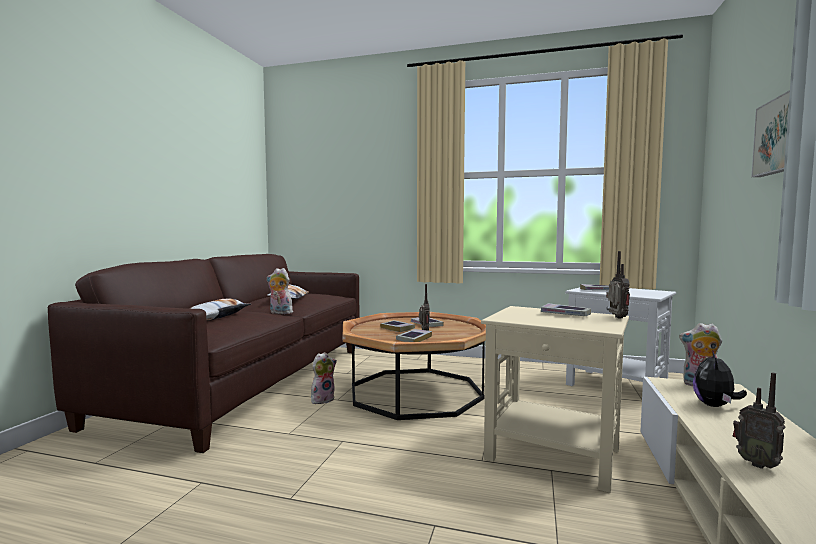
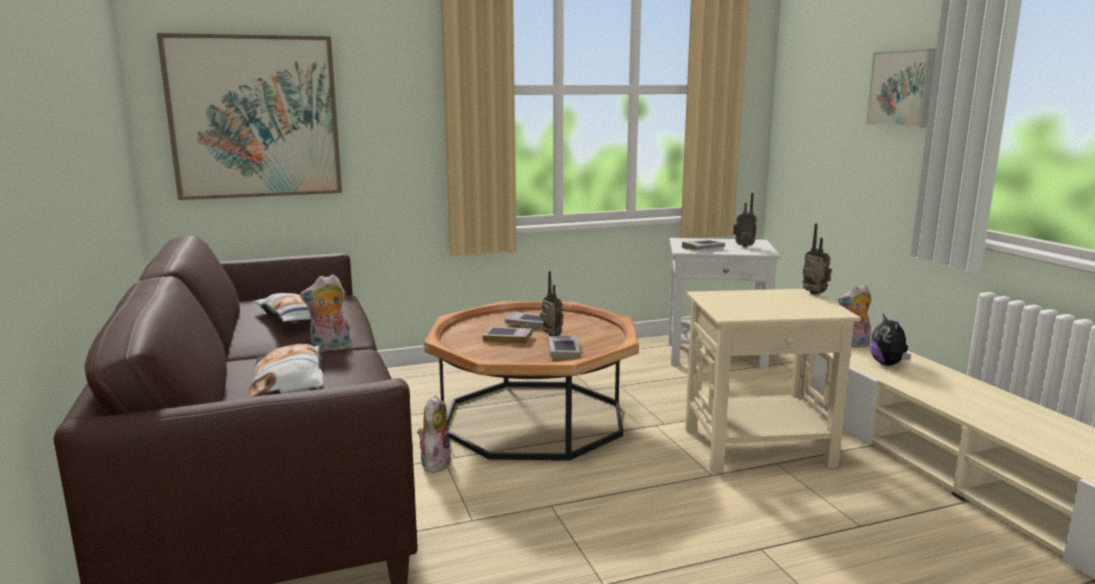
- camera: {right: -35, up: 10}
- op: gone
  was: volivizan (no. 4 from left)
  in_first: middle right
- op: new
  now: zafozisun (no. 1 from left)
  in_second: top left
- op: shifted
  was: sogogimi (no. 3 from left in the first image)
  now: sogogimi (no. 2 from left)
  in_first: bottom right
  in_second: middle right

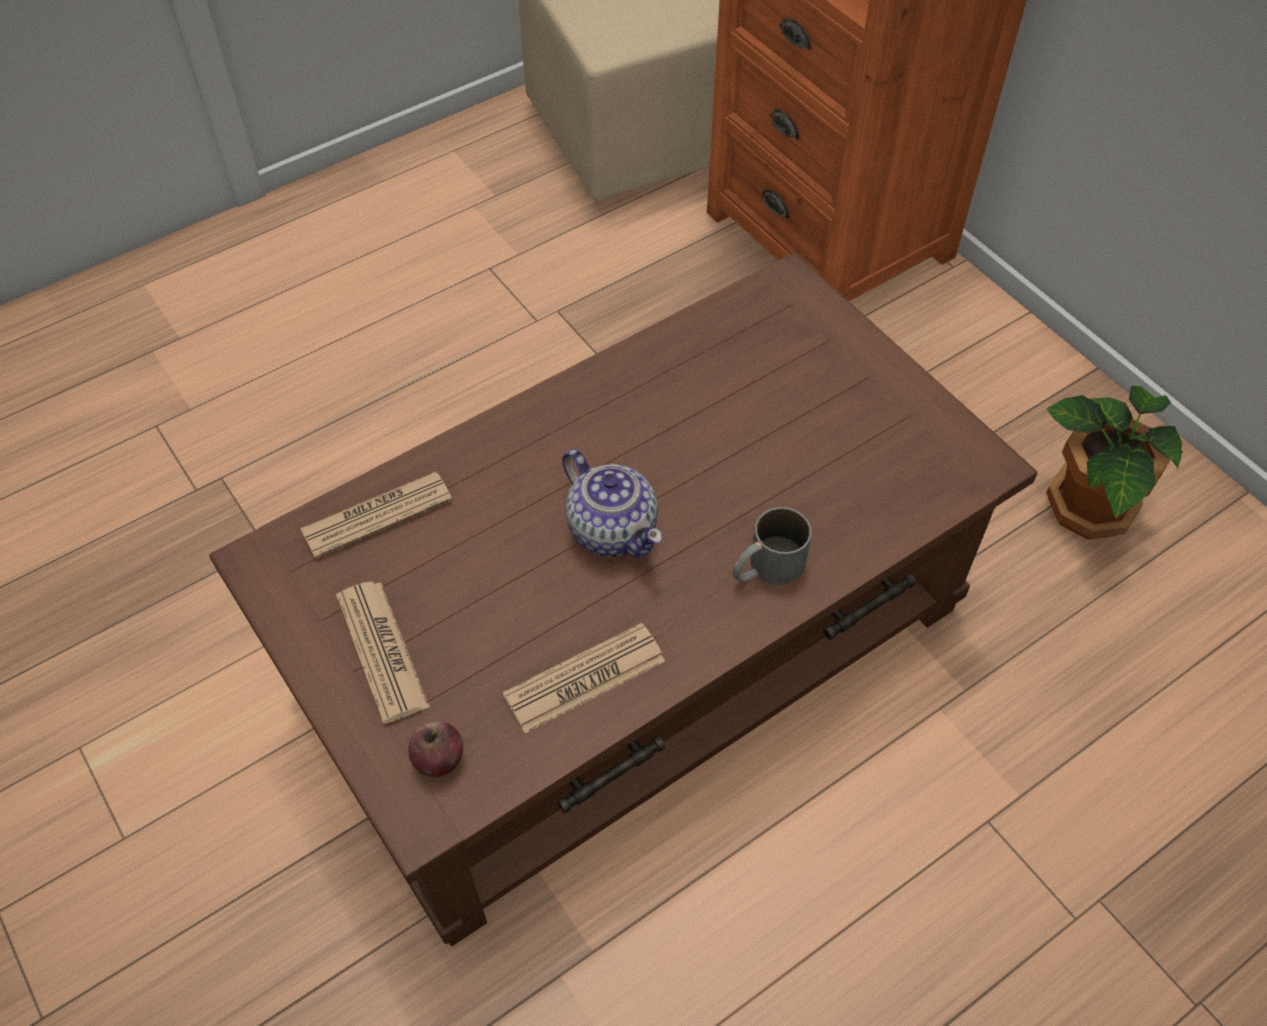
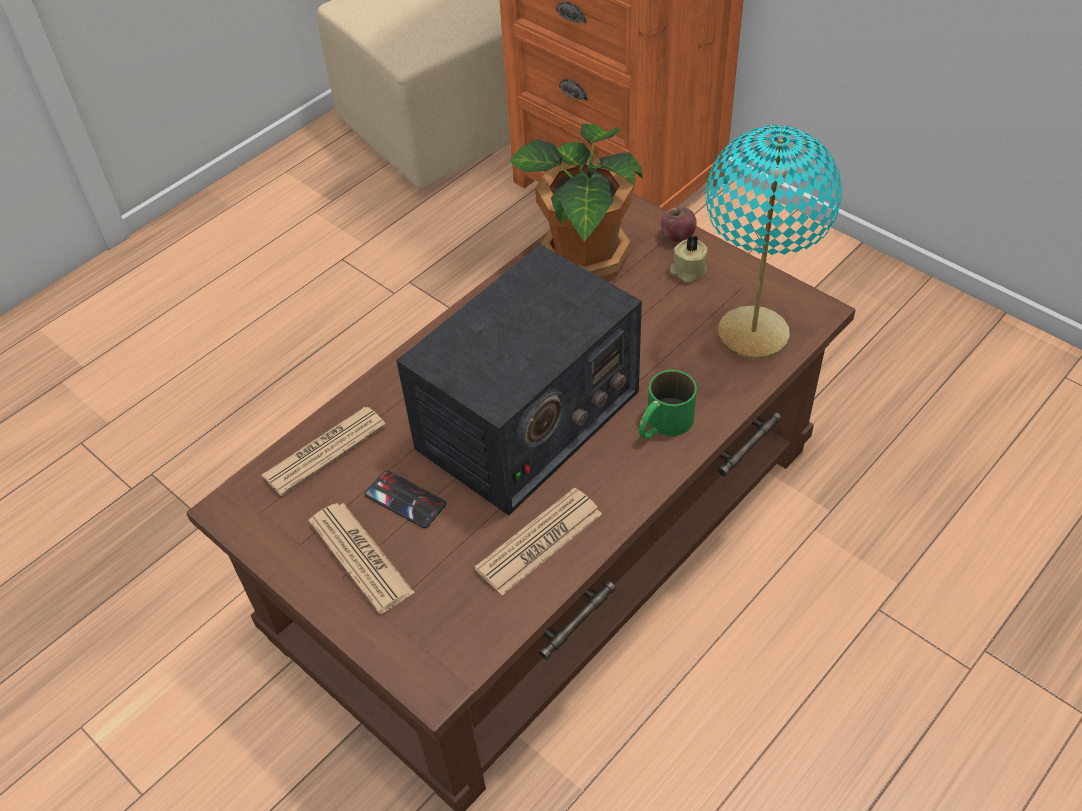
- camera: {right: -10, up: -5}
- op: new
  now: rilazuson
  in_second: centre
- op: new
  now: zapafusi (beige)
  in_second: top centre
- op: new
  now: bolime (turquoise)
  in_second: top right
- op: shifted
  was: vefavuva
  in_first: bottom centre
  in_second: top centre
- op: shifted
  was: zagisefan
  in_first: middle right
  in_second: top centre
- op: swapped
  was: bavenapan
  now: sogogimi
  in_first: centre
  in_second: centre
- op: repainted
  was: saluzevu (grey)
  now: saluzevu (green)
  in_first: centre
  in_second: centre

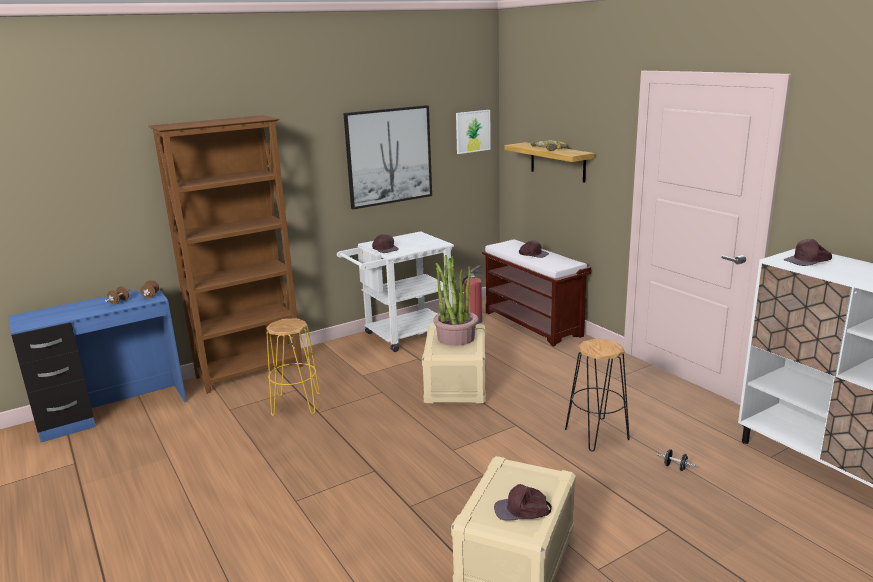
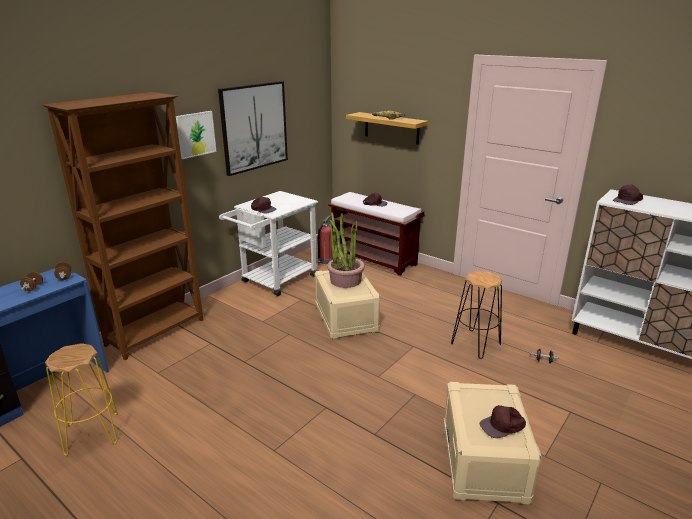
- camera: {right: -20, up: 5}
- op: shifted
  was: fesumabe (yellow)
  in_first: centre
  in_second: bottom left
- op: shifted
  was: zafozisun (no. 2 from left in the first image)
  now: zafozisun (no. 1 from left)
  in_first: top centre
  in_second: top left

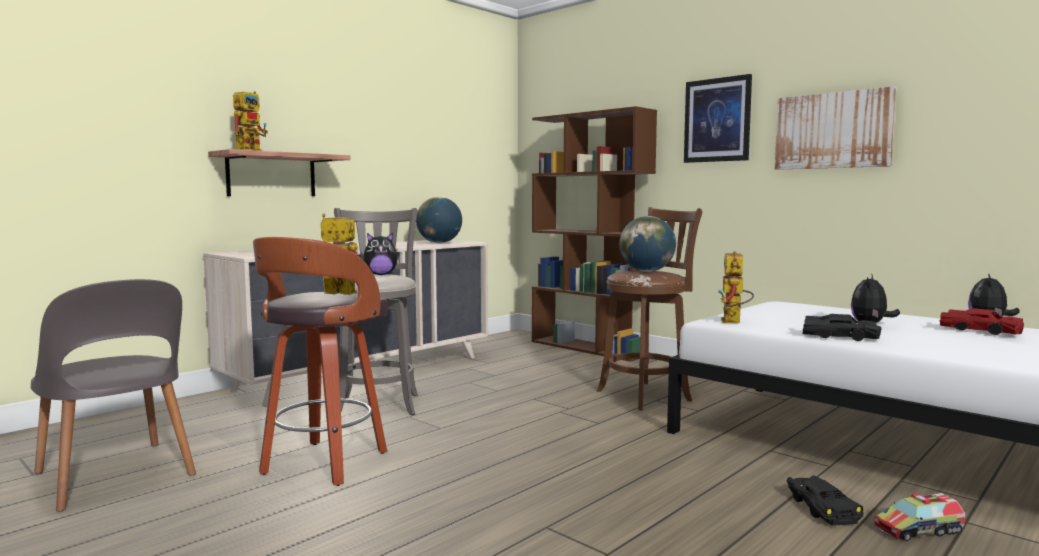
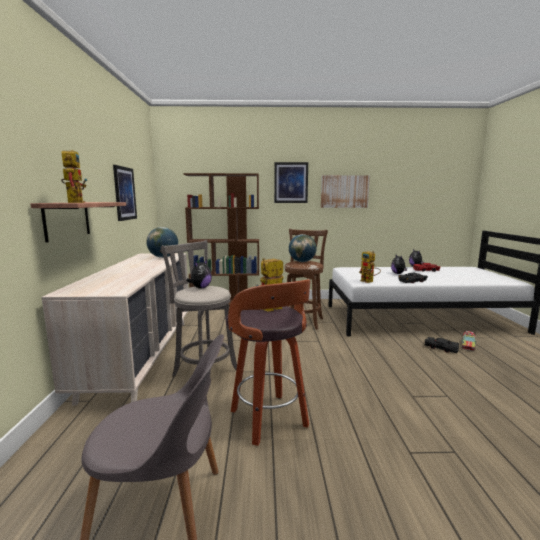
- camera: {right: -45, up: 5}
- op: new
  now: zafozisun (no. 1 from left)
  in_second: middle left

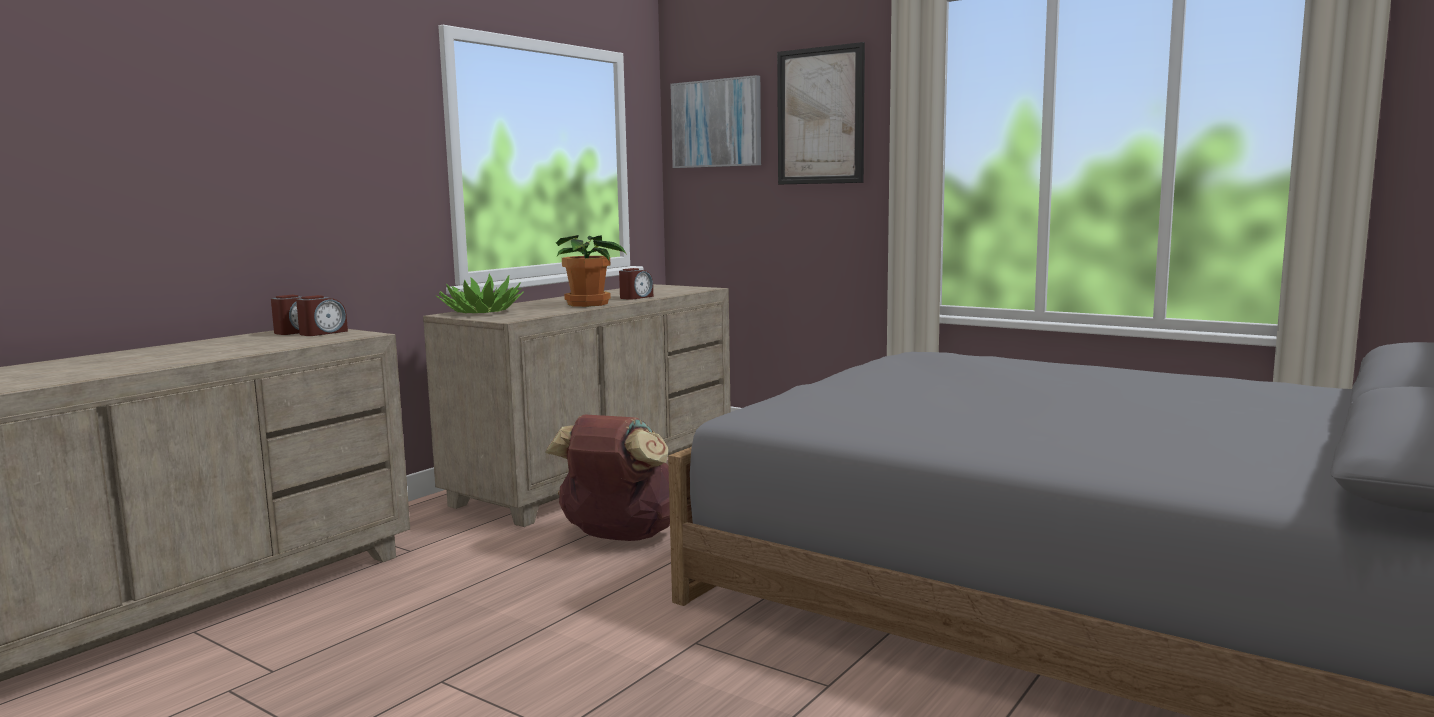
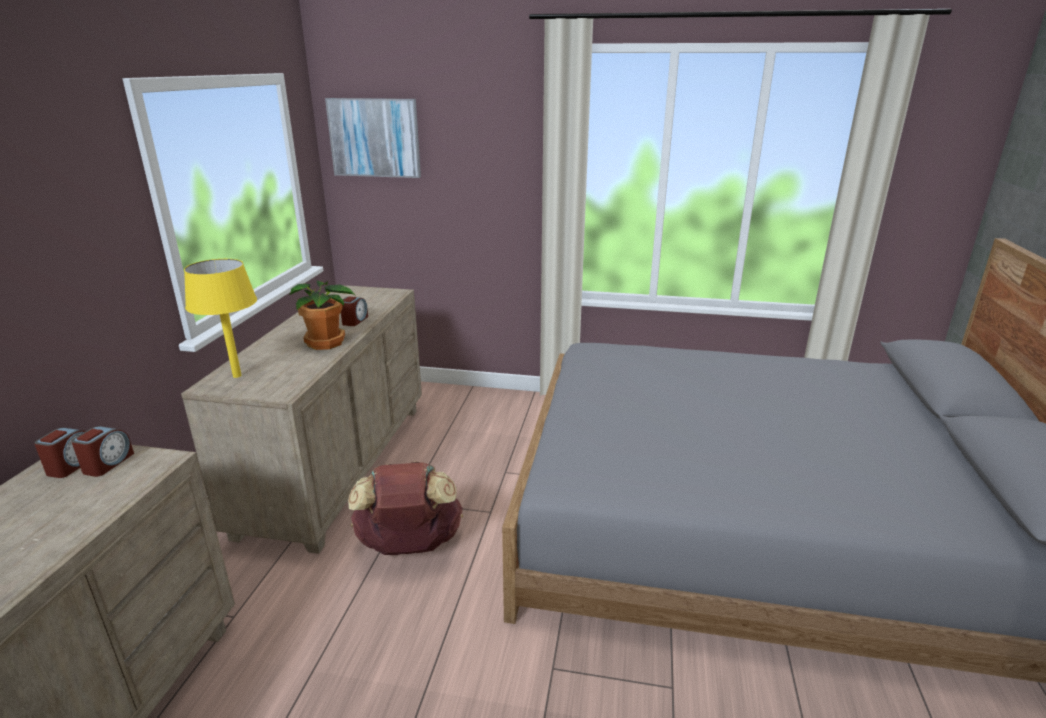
- camera: {right: -25, up: 15}
- op: gone
  was: zafozisun (no. 2 from left)
  in_first: top centre
- op: swapped
  was: zagisefan (no. 1 from left)
  now: bolime (yellow)
  in_first: centre
  in_second: middle left

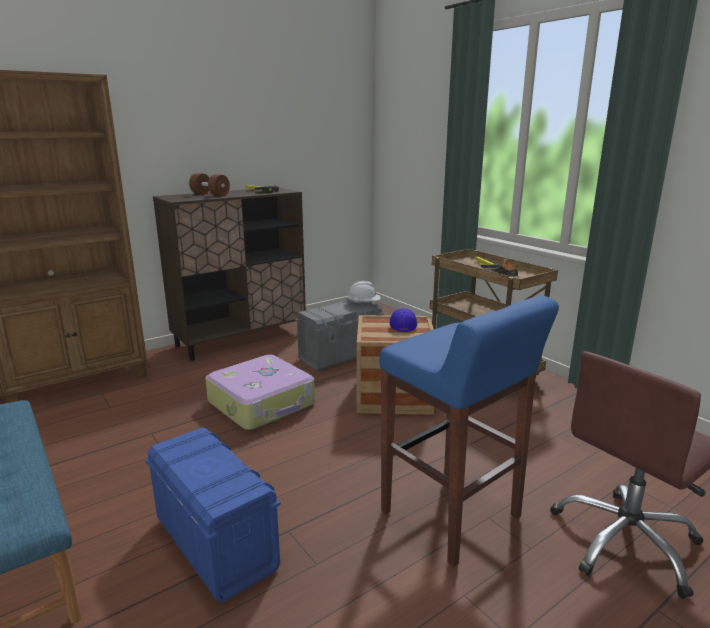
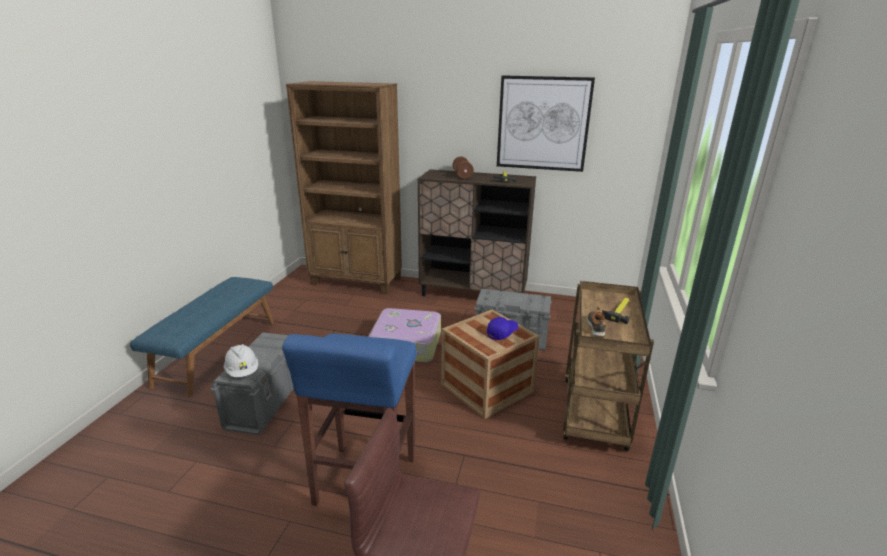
- camera: {right: 50, up: 5}
- op: new
  now: zafozisun
  in_second: top centre
- op: shifted
  was: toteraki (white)
  in_first: centre
  in_second: middle left
- op: repainted
  was: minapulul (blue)
  now: minapulul (grey) (no. 1 from left)
  in_first: bottom left
  in_second: bottom left

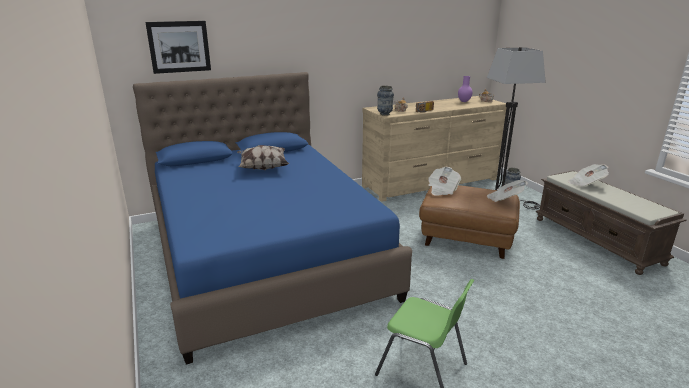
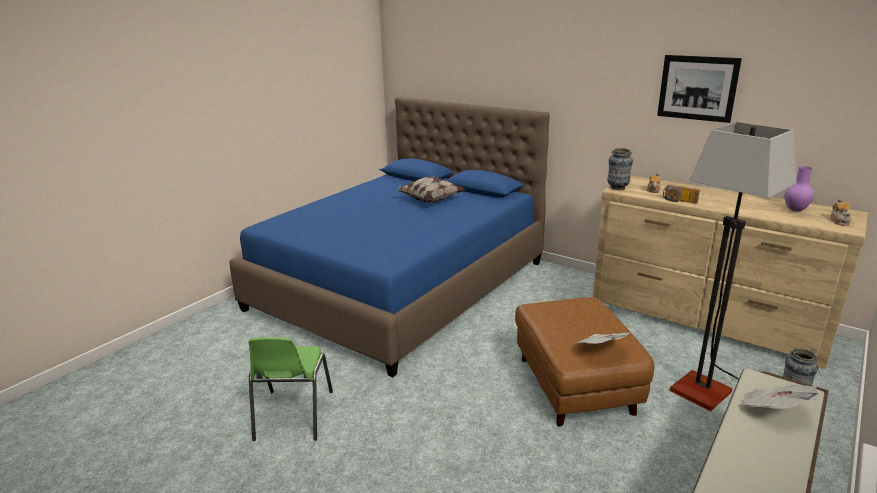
- camera: {right: 60, up: 0}
- op: gone
  was: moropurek (no. 1 from left)
  in_first: centre
- op: shifted
  was: zafozisun
  in_first: top left
  in_second: top right

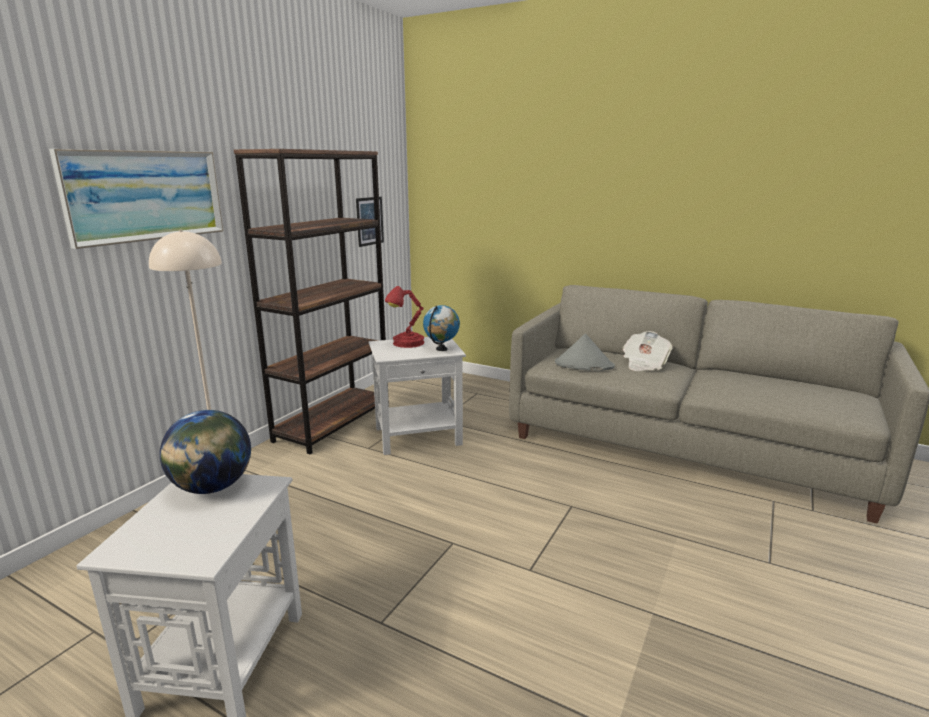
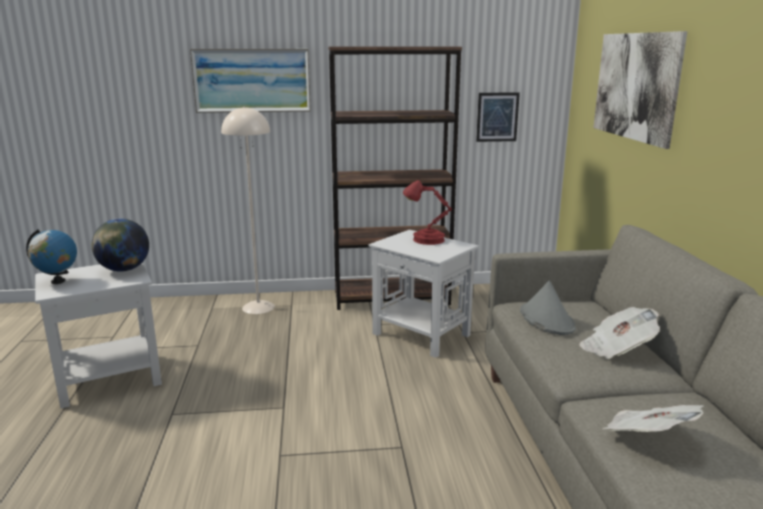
- camera: {right: 55, up: 0}
- op: new
  now: zafozisun (no. 3 from left)
  in_second: top right
- op: new
  now: moropurek (no. 2 from left)
  in_second: bottom right
- op: shifted
  was: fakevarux (no. 2 from left in the first image)
  now: fakevarux (no. 1 from left)
  in_first: centre
  in_second: middle left

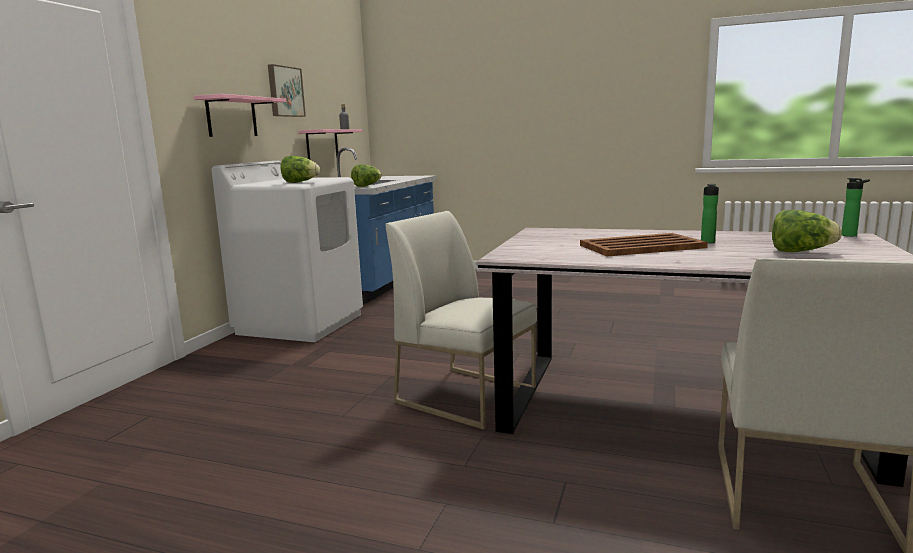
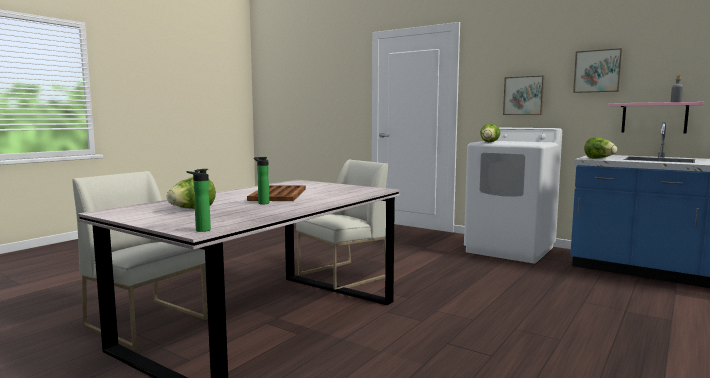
- camera: {right: 105, up: -5}
- op: swapped
  was: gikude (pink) (no. 1 from left)
  now: zafozisun (no. 1 from left)
  in_first: top left
  in_second: top right

